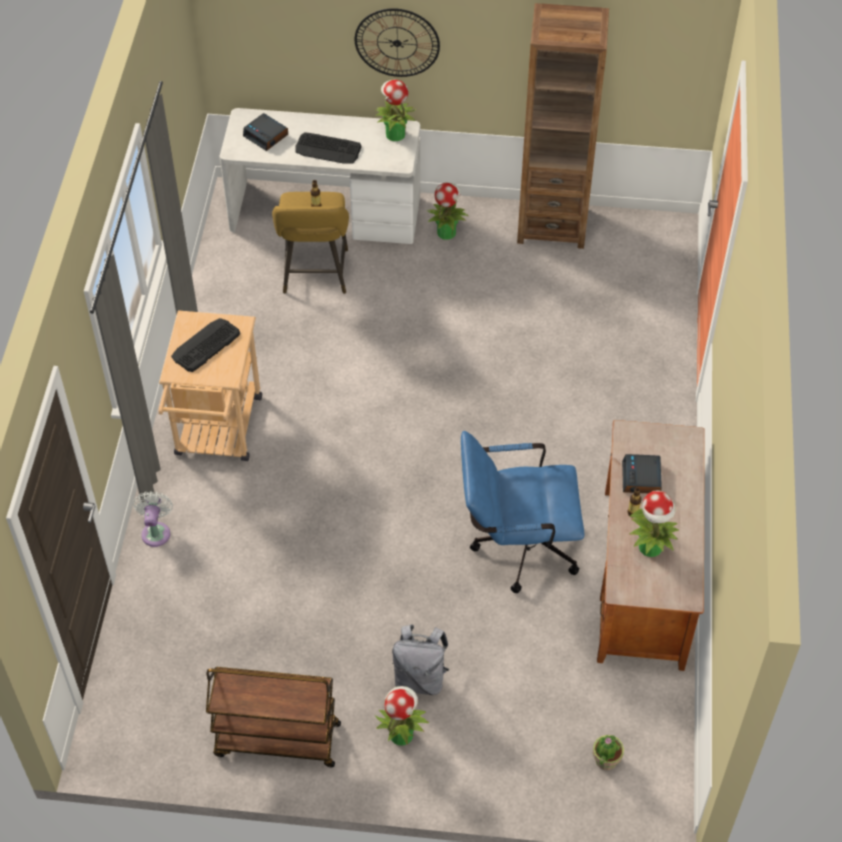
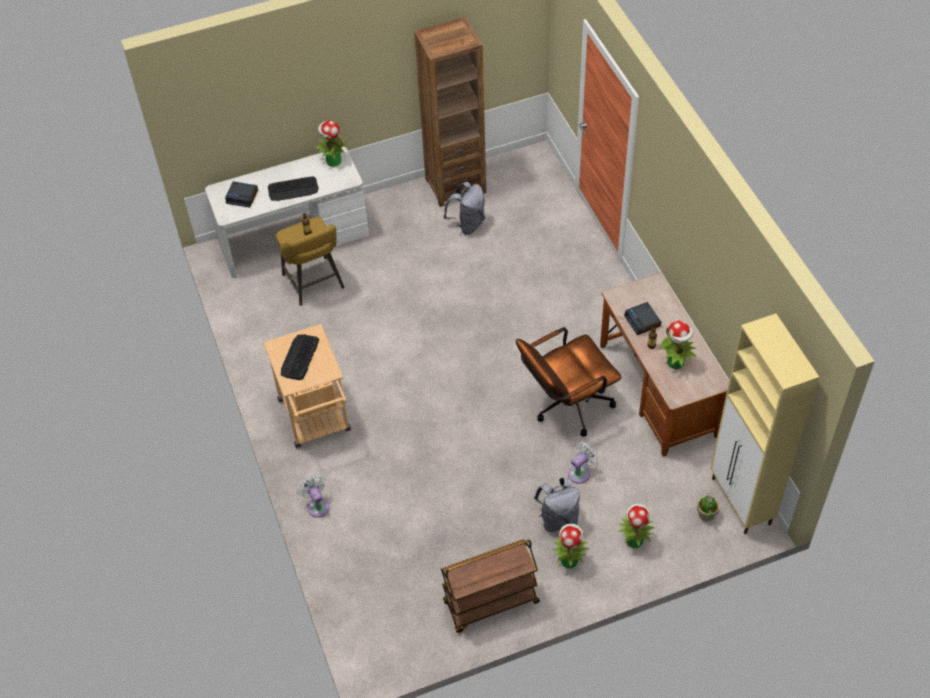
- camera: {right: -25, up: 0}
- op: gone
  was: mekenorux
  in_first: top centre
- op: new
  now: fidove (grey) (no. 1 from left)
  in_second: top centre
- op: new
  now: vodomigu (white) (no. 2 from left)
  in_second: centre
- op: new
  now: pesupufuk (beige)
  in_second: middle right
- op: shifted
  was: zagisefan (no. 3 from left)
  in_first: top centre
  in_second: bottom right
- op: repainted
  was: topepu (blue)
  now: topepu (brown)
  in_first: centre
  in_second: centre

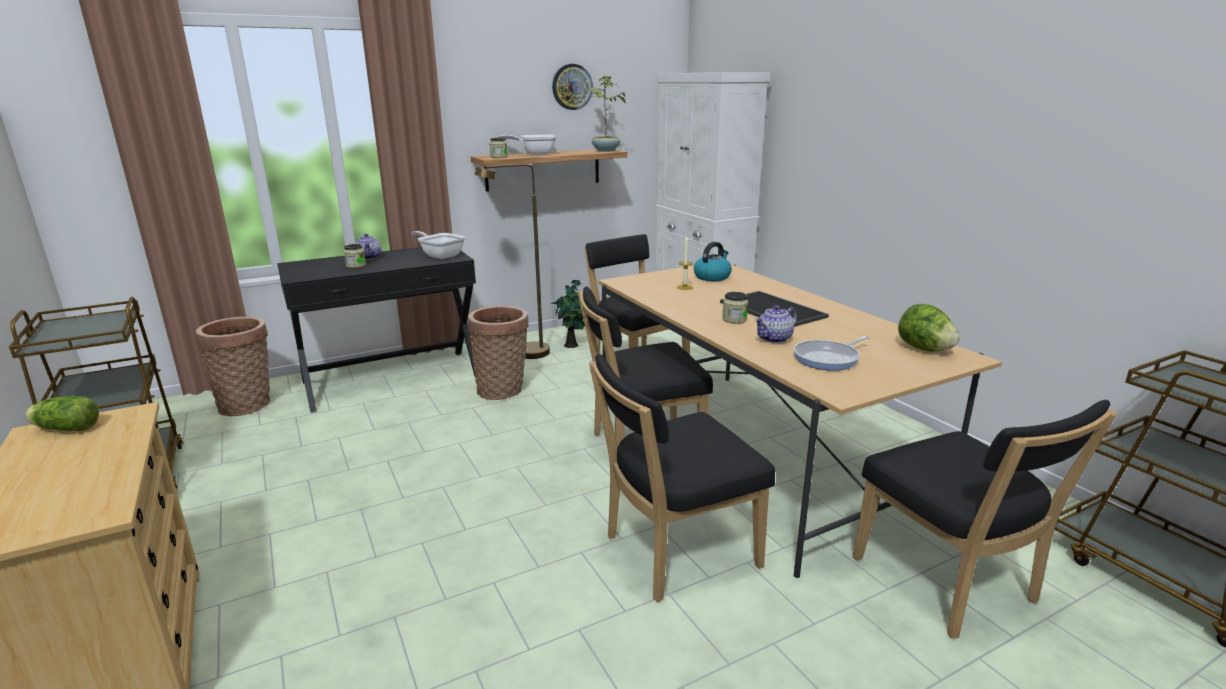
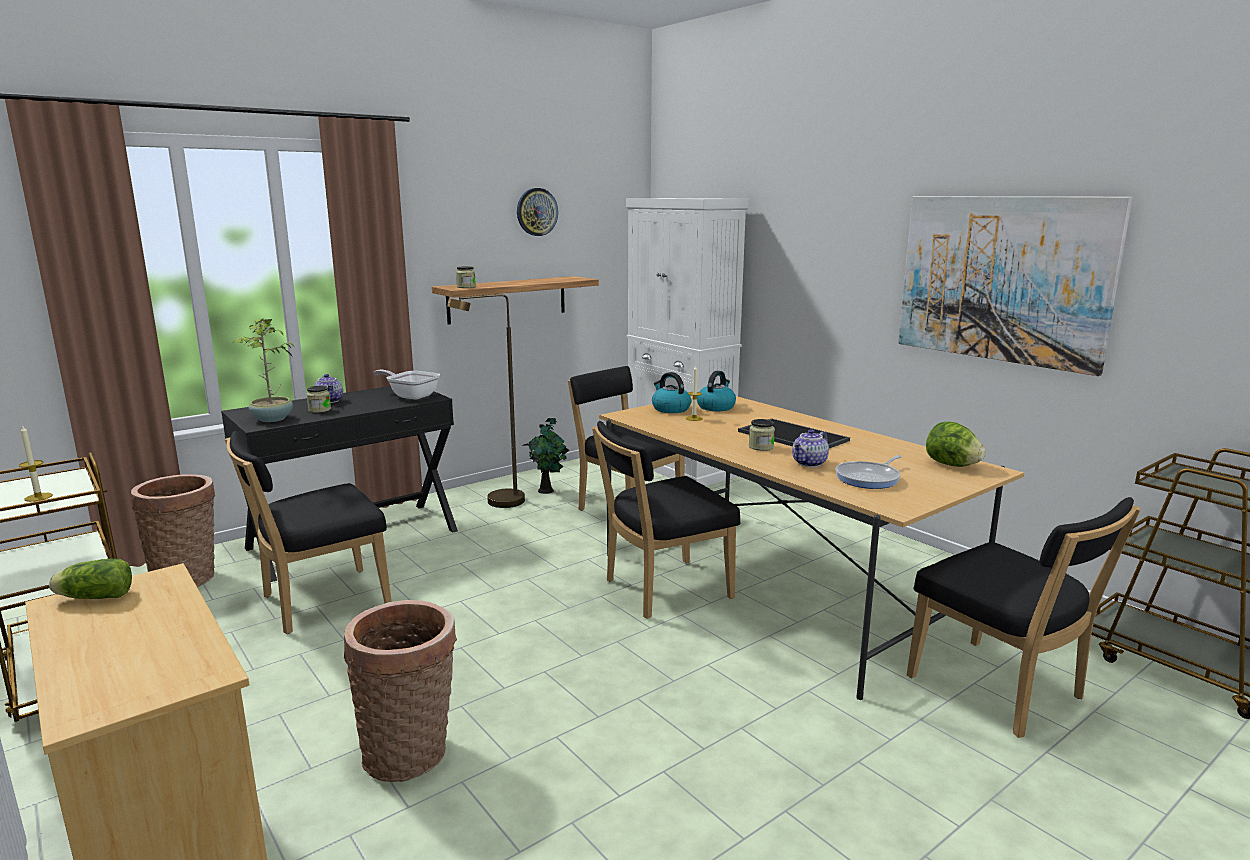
- camera: {right: -10, up: -5}
- op: gone
  was: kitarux (no. 2 from left)
  in_first: top centre
- op: new
  now: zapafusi (no. 1 from left)
  in_second: middle left
- op: new
  now: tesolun (no. 1 from left)
  in_second: centre
- op: new
  now: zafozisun
  in_second: top right
- op: shifted
  was: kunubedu (no. 2 from left)
  in_first: centre
  in_second: bottom left
- op: shifted
  was: zagisefan (no. 2 from left in the first image)
  now: zagisefan (no. 1 from left)
  in_first: top centre
  in_second: middle left
- op: shifted
  was: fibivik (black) (no. 3 from left in the first image)
  now: fibivik (black) (no. 1 from left)
  in_first: bottom centre
  in_second: middle left

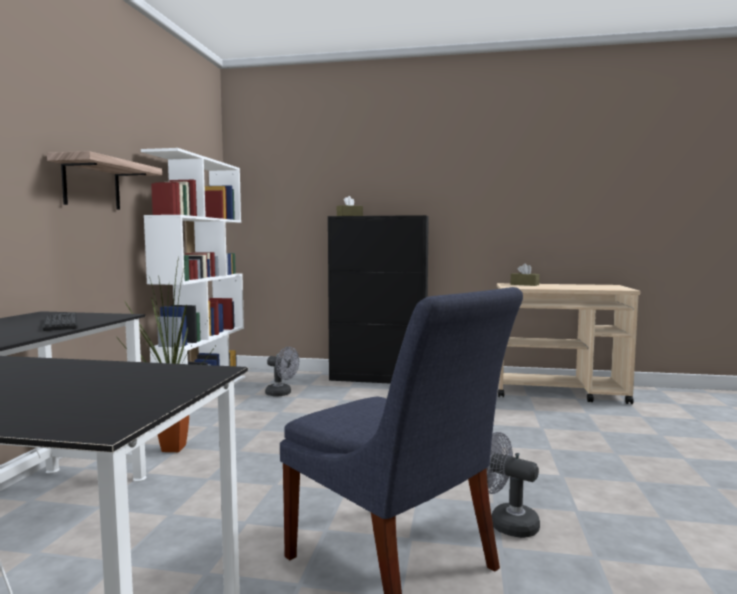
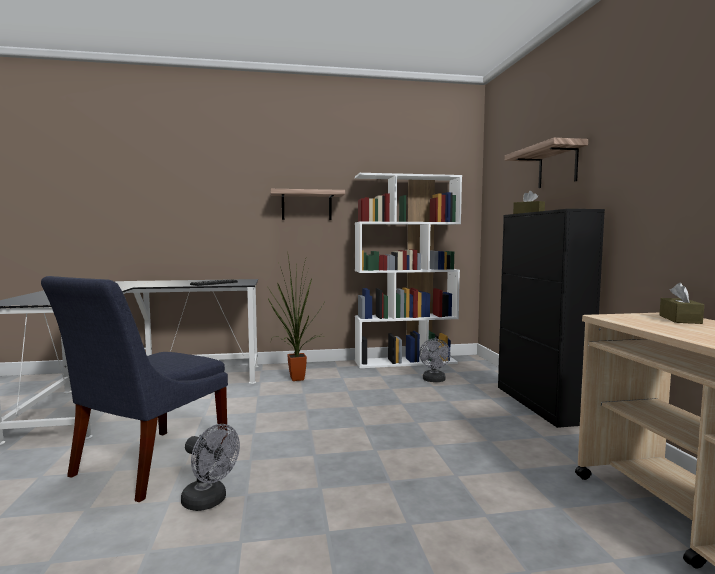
- camera: {right: 70, up: 0}
- op: new
  now: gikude (no. 2 from left)
  in_second: top right
- op: rotated
  was: vodomigu (grey) (no. 2 from left in the first image)
  in_first: bottom right
  in_second: bottom left
  clockwise: 105

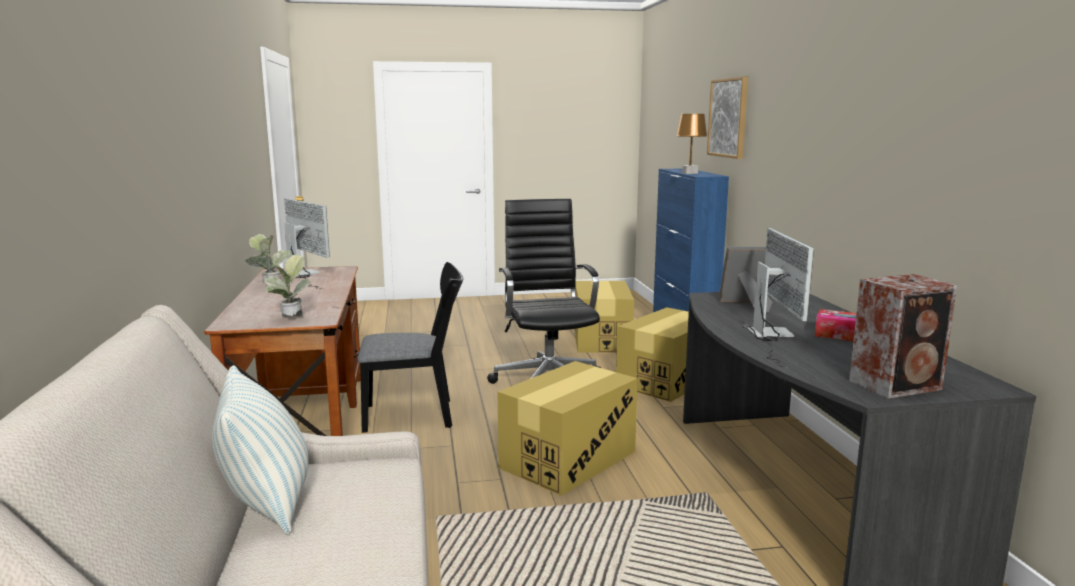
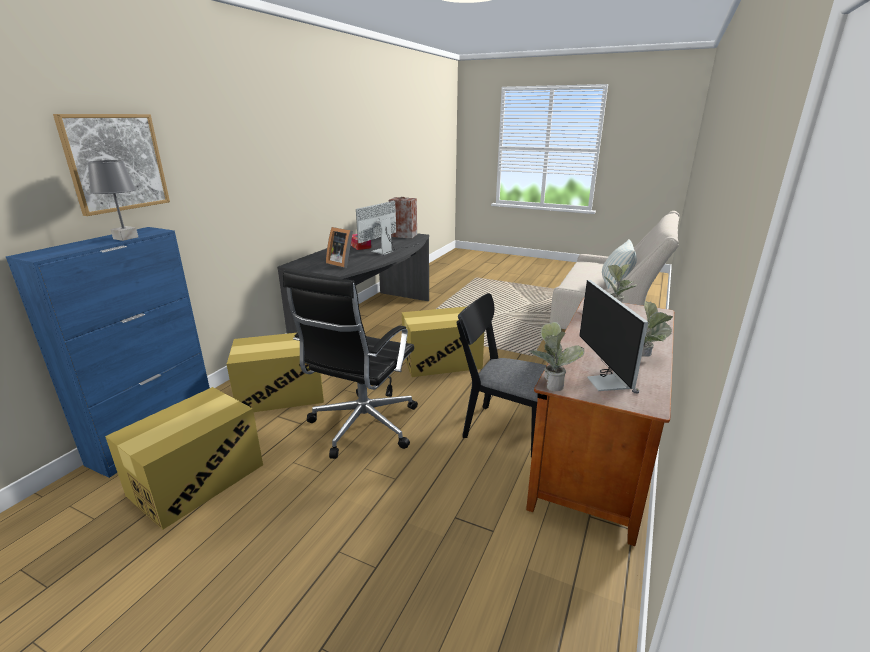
- camera: {right: -145, up: 10}
- op: new
  now: zagisefan (no. 1 from left)
  in_second: centre
- op: repainted
  was: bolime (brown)
  now: bolime (grey)
  in_first: top centre
  in_second: top left

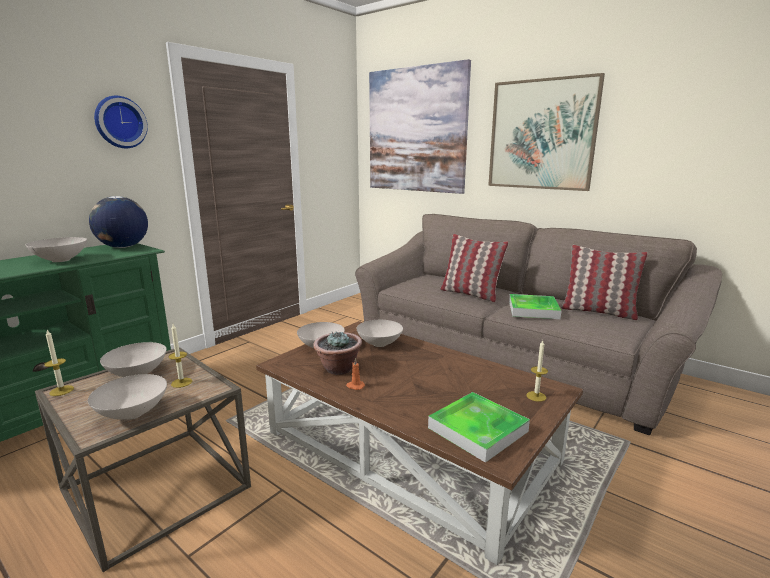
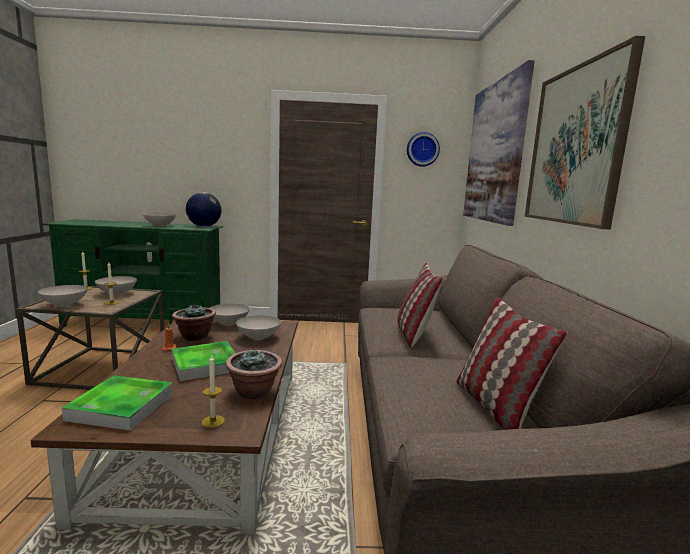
- camera: {right: 50, up: -5}
- op: new
  now: zagisefan (no. 2 from left)
  in_second: bottom centre
- op: shifted
  was: mekenorux
  in_first: top left
  in_second: top centre
- op: shifted
  was: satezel (no. 2 from left)
  in_first: middle right
  in_second: middle left

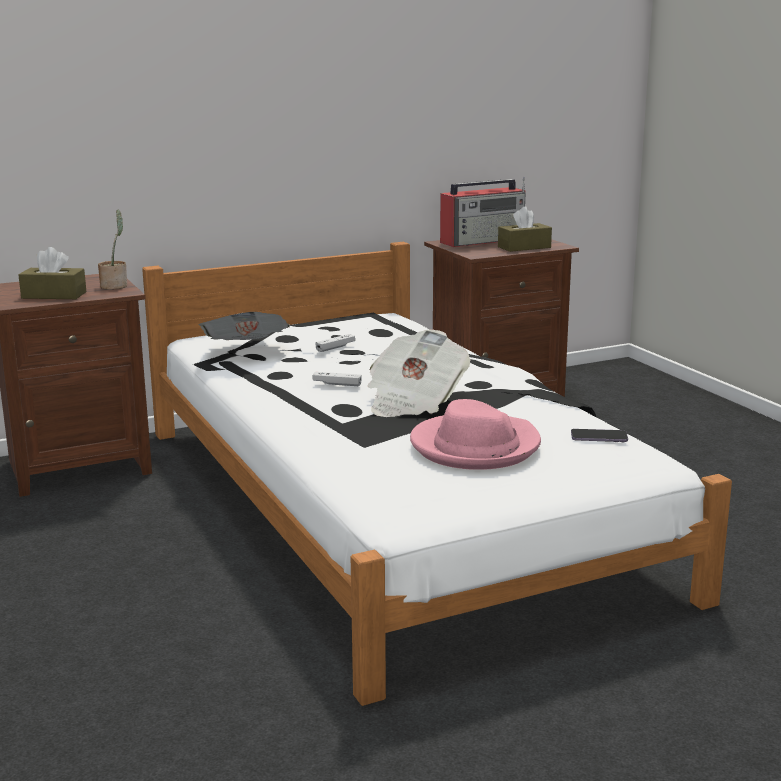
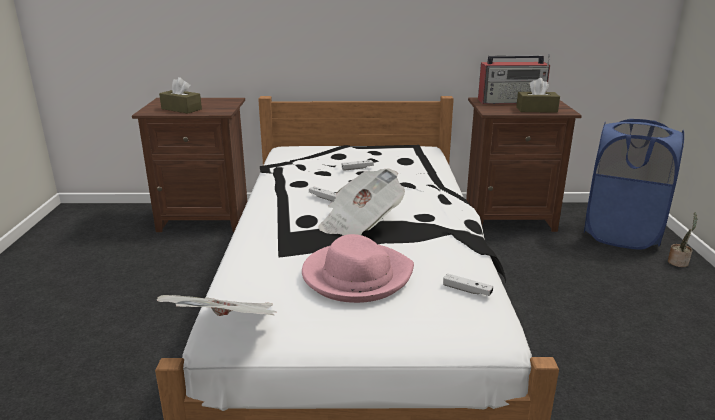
- camera: {right: 25, up: 5}
- op: new
  now: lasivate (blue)
  in_second: middle right
- op: shifted
  was: zagisefan
  in_first: top left
  in_second: middle right
- op: shifted
  was: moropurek (no. 1 from left)
  in_first: middle left
  in_second: bottom left
- op: swapped
  was: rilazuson
  now: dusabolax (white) (no. 3 from left)
  in_first: middle right
  in_second: bottom centre

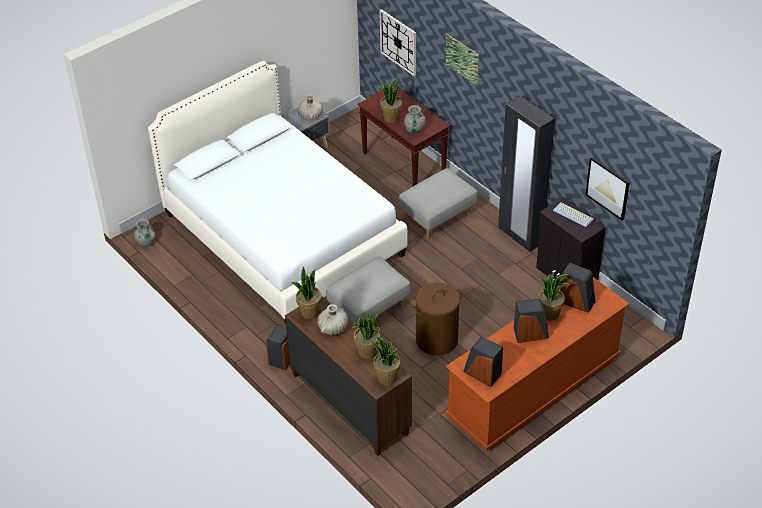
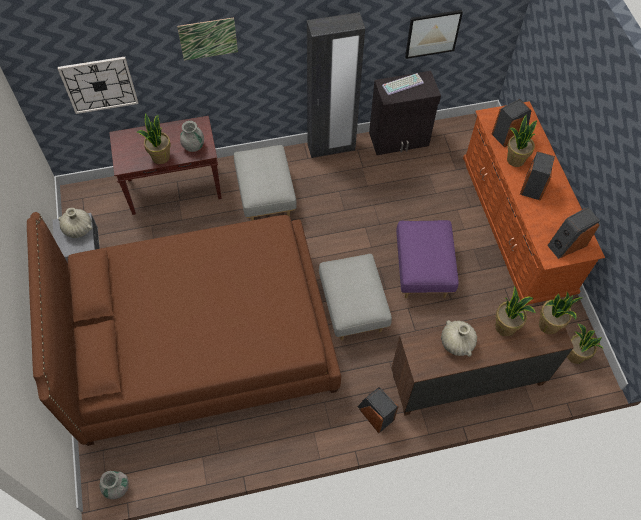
- camera: {right: -65, up: 15}
- op: shifted
  was: zagisefan (no. 1 from left in the first image)
  now: zagisefan (no. 5 from left)
  in_first: centre
  in_second: middle right
- op: swapped
  was: lasivate (brown)
  now: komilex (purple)
  in_first: centre
  in_second: centre
- op: repainted
  was: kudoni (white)
  now: kudoni (brown)
  in_first: centre
  in_second: middle left

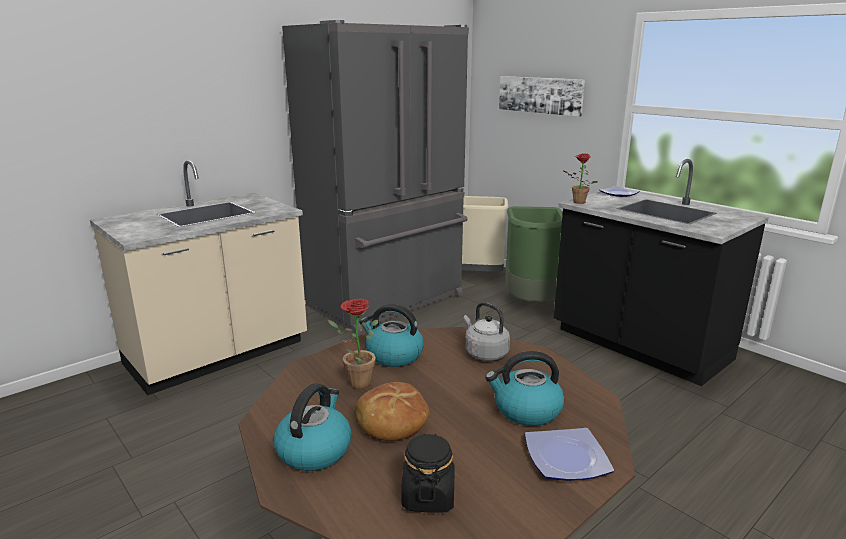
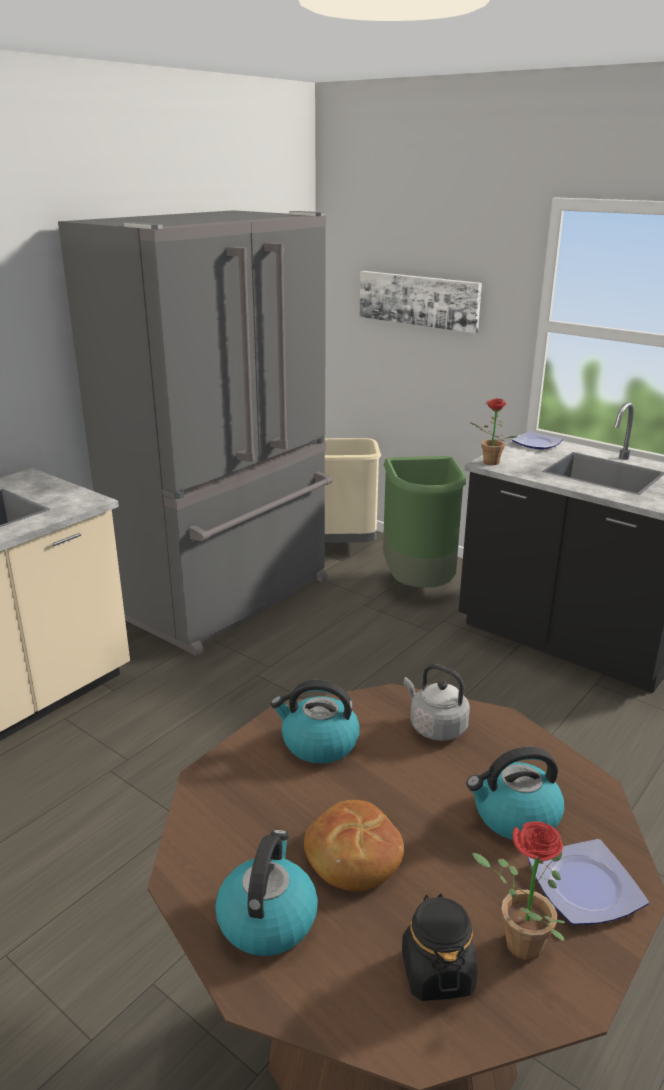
- camera: {right: -10, up: 5}
- op: shifted
  was: zagisefan (no. 1 from left in the first image)
  now: zagisefan (no. 2 from left)
  in_first: centre
  in_second: bottom right

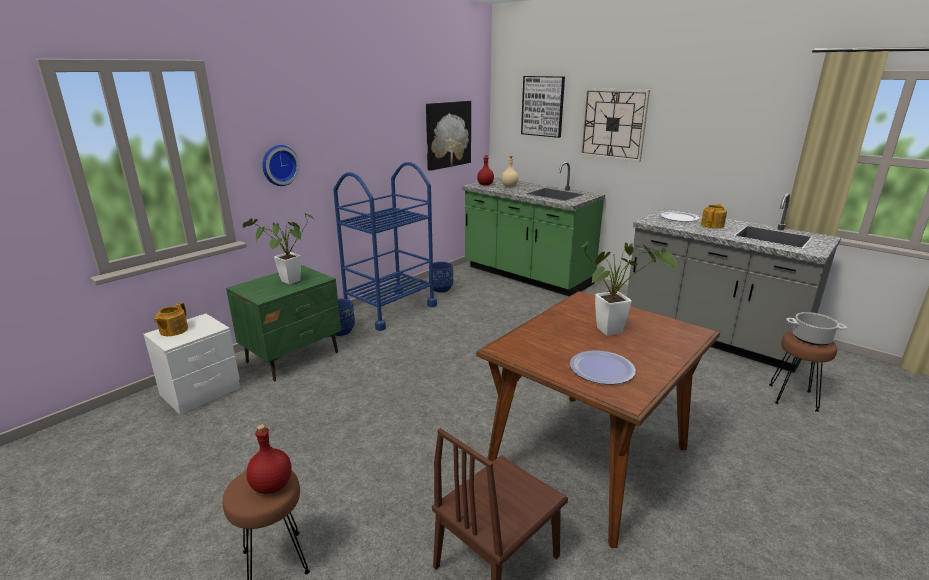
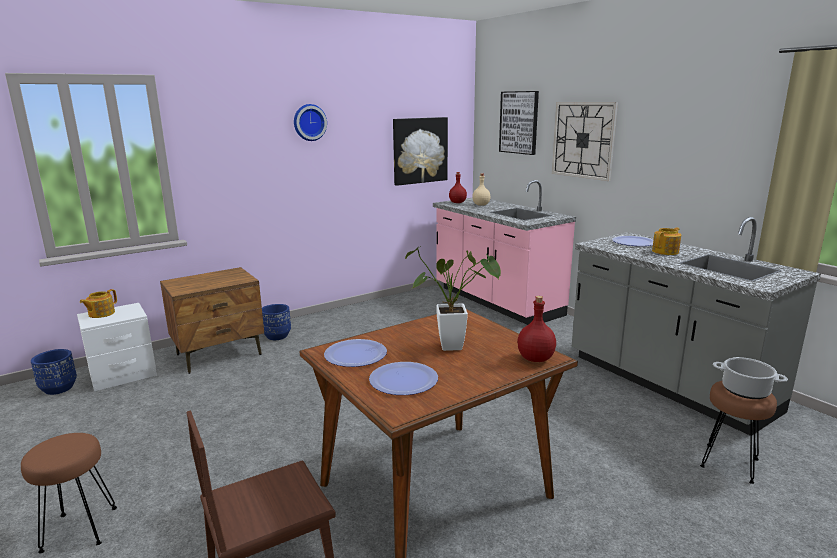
- camera: {right: 15, up: -5}
- op: gone
  was: zagisefan (no. 1 from left)
  in_first: middle left
- op: gone
  was: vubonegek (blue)
  in_first: centre
- op: new
  now: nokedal (no. 1 from left)
  in_second: centre
- op: shifted
  was: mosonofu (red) (no. 1 from left in the first image)
  now: mosonofu (red) (no. 2 from left)
  in_first: bottom left
  in_second: centre
- op: shifted
  was: mekenorux (no. 1 from left)
  in_first: top left
  in_second: top centre
- op: shifted
  was: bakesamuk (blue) (no. 2 from left in the first image)
  now: bakesamuk (blue) (no. 1 from left)
  in_first: centre
  in_second: bottom left
- op: repainted
  was: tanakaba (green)
  now: tanakaba (brown)
  in_first: middle left
  in_second: middle left
- op: repainted
  was: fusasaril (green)
  now: fusasaril (pink)
  in_first: centre
  in_second: centre

